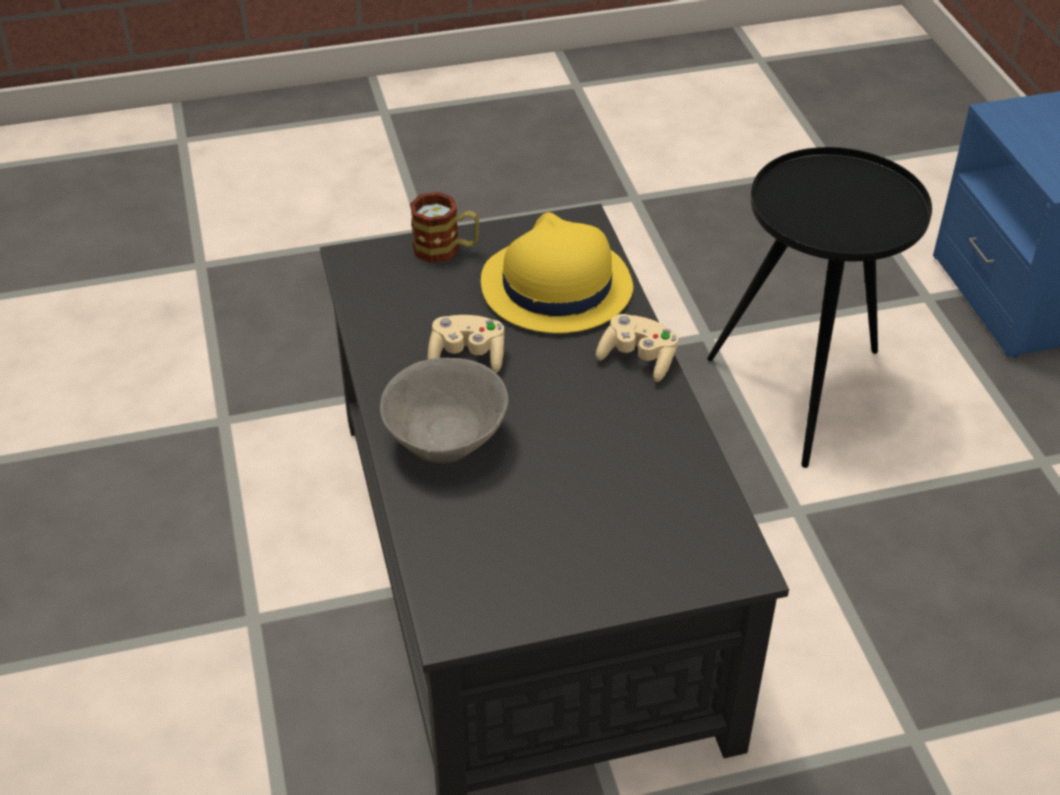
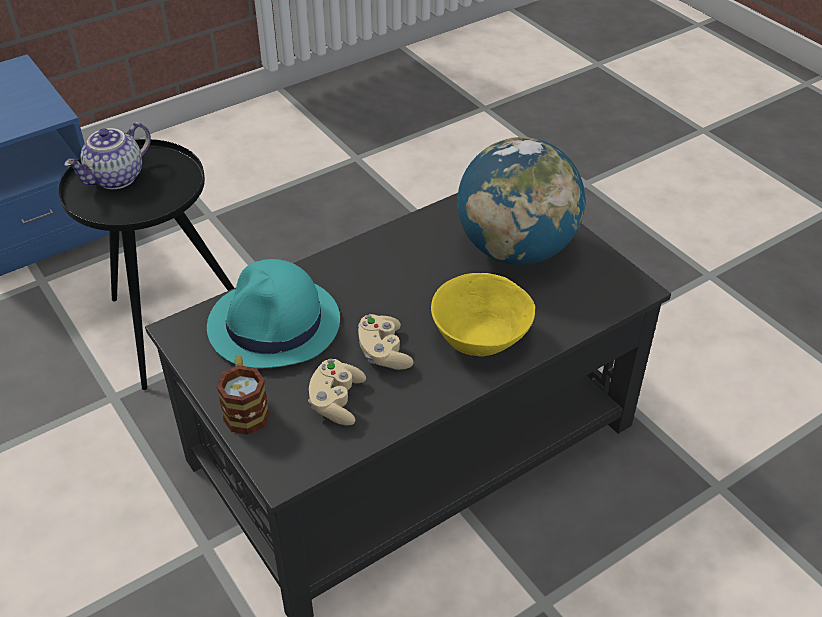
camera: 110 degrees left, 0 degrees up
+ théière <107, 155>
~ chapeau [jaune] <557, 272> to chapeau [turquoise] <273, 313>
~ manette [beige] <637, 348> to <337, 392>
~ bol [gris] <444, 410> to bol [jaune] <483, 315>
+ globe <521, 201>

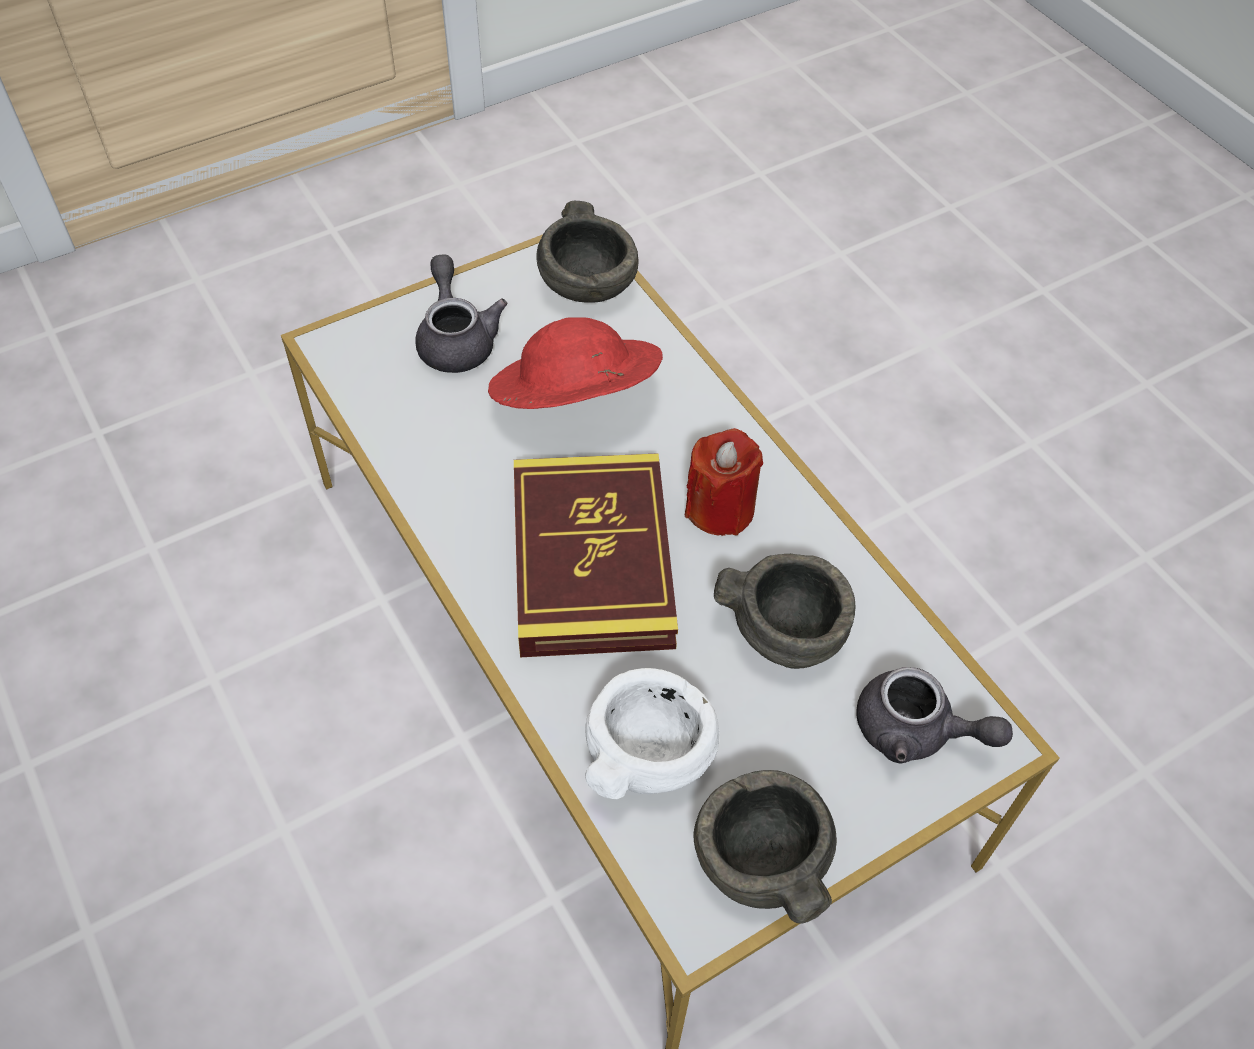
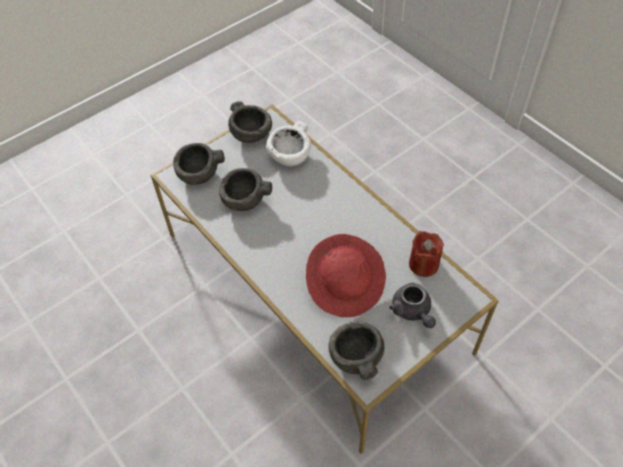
camera: 175 degrees right, 0 degrees up
~ théière [gris] <935, 715> to bol [gris] <199, 164>
~ bougie [rouge] <724, 482> to <426, 254>
- livre <596, 555>

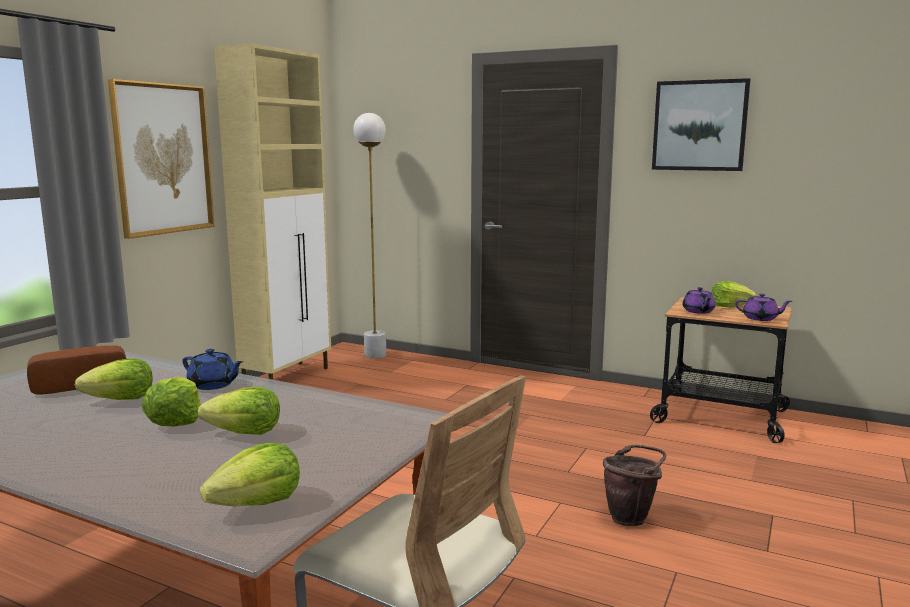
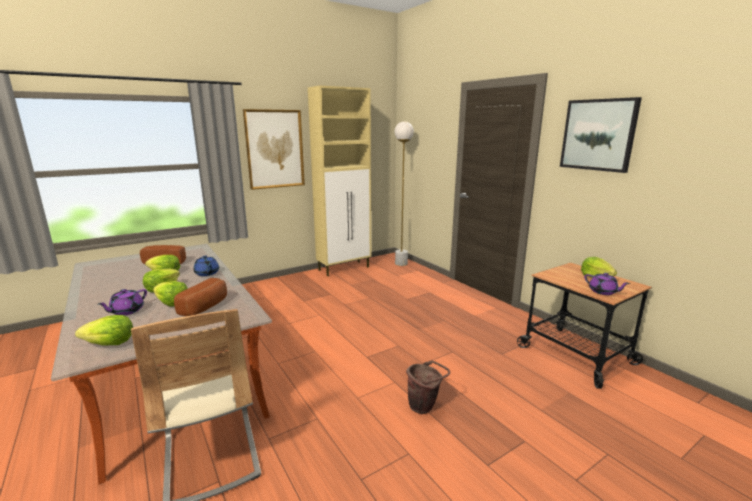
camera: 30 degrees right, 5 degrees up
~ théière [violet] <699, 300> to <122, 302>
+ pain <200, 297>

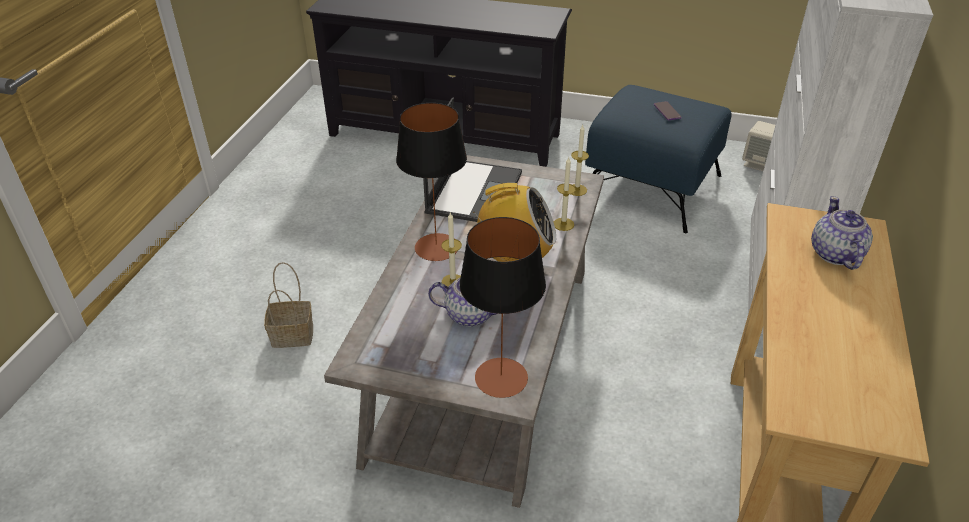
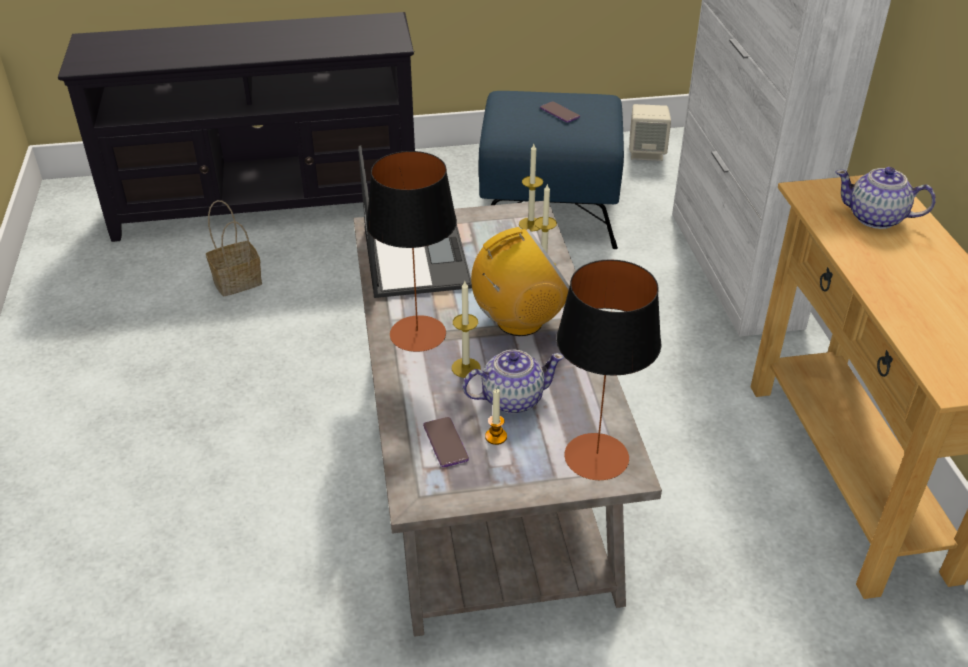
camera: 25 degrees left, 0 degrees up
~ panier <288, 305> to <234, 248>
+ téléphone <446, 442>
+ bougie <496, 417>
~ théière <842, 233> = <885, 198> 45 degrees counterclockwise

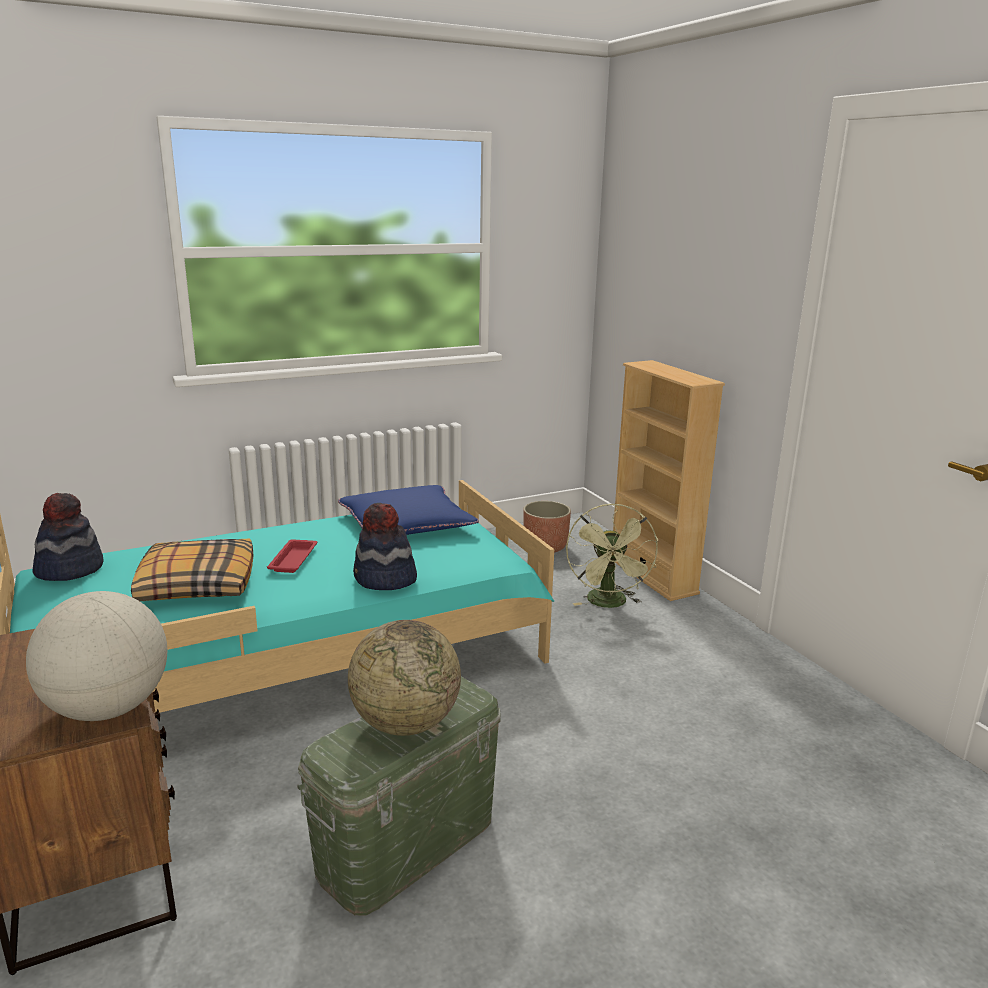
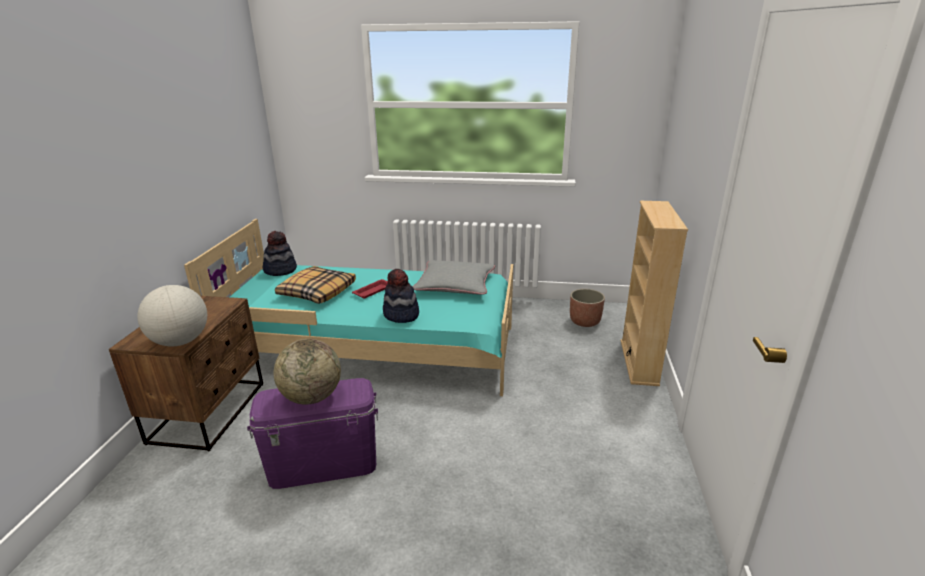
camera: 35 degrees right, 5 degrees up
~ boîte de rangement [vert] <399, 796> to boîte de rangement [violet] <312, 433>
~ coussin [bleu] <408, 510> to coussin [gris] <453, 277>
- ventilateur [vert] <612, 555>

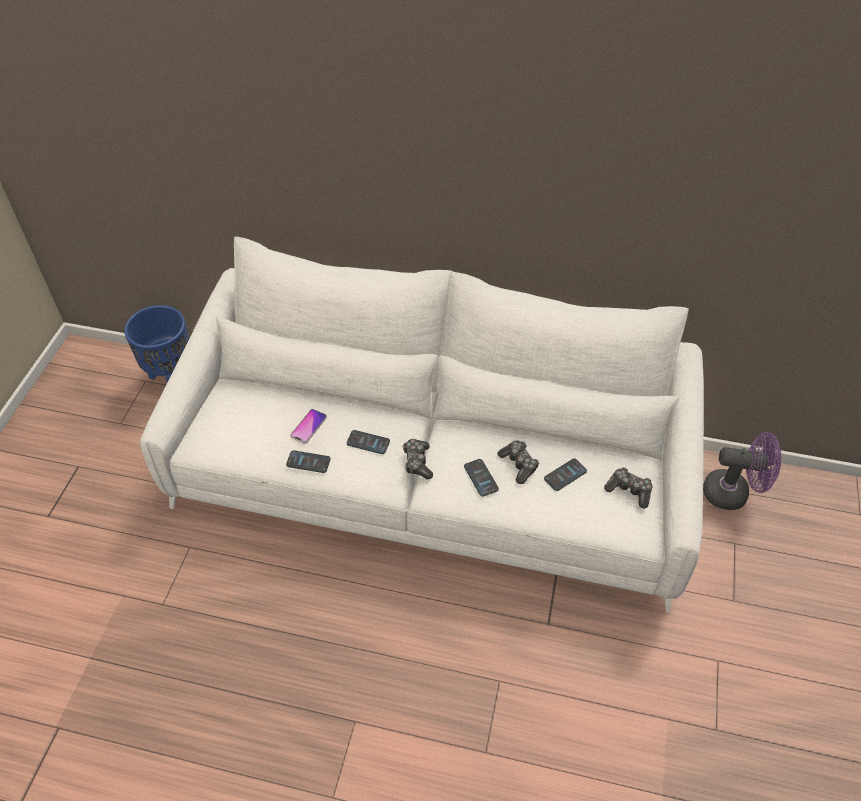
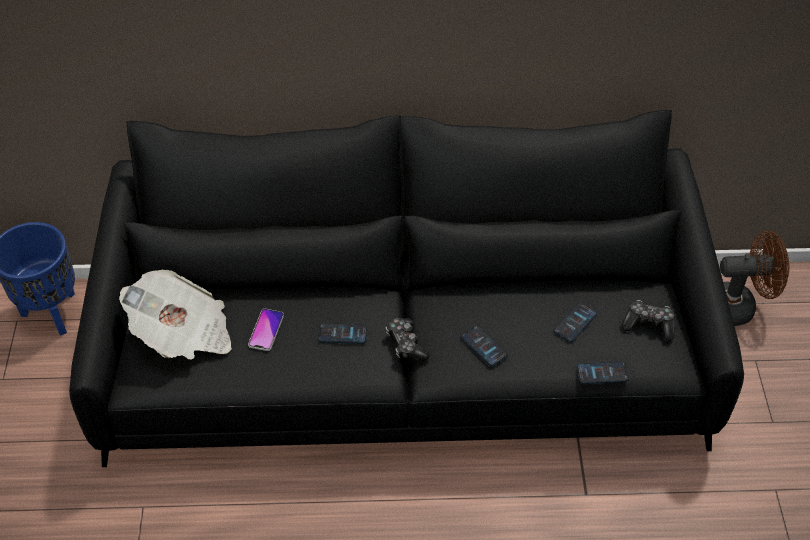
camera: 15 degrees left, 0 degrees up
~ canapé [blanc] <422, 424> to canapé [noir] <406, 288>
+ journal <175, 315>
~ téléphone <308, 461> to <603, 372>
~ ventilateur [violet] <742, 471> to ventilateur [marron] <754, 278>
- manette <518, 462>

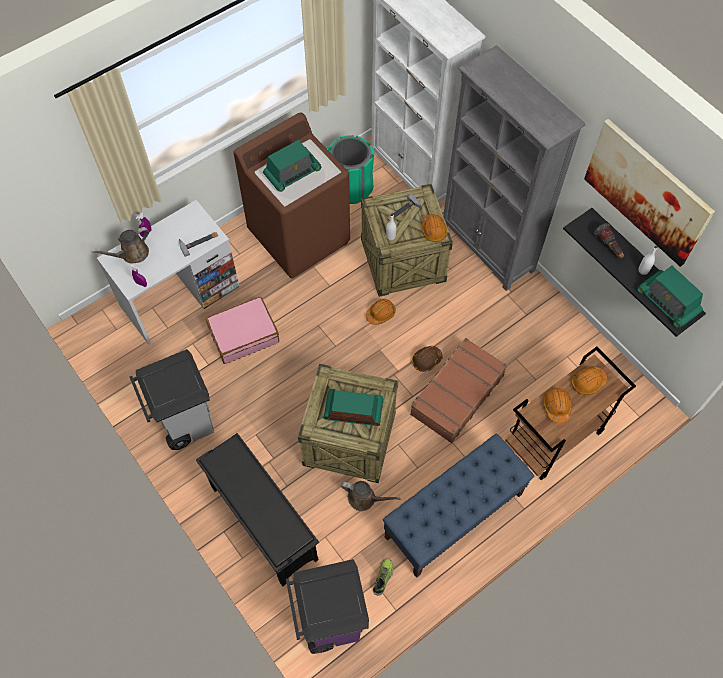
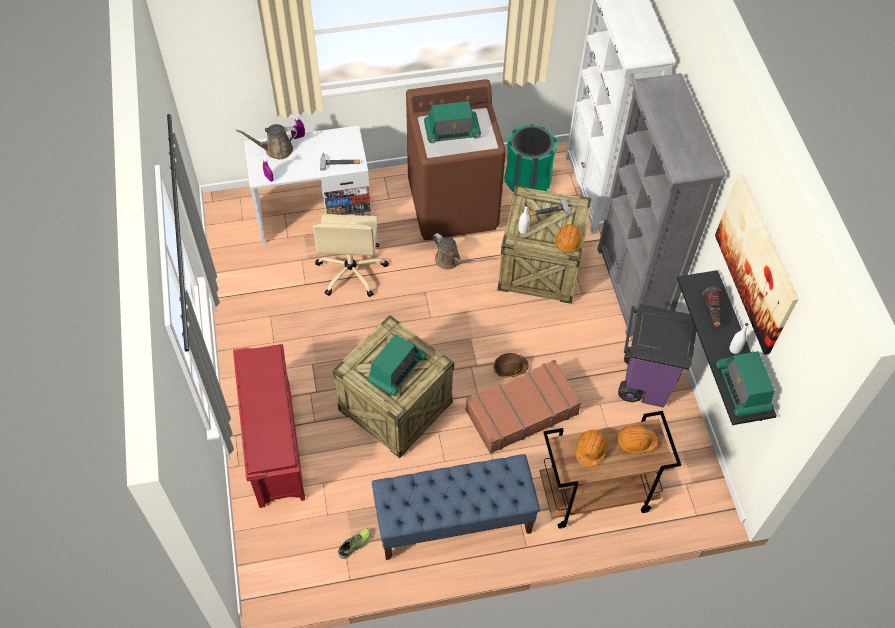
camera: 25 degrees right, 5 degrees down
~ étagère à chaussures [noir] <257, 510> to étagère à chaussures [rouge] <269, 426>
~ valise [rose] <242, 330> to chaise de bureau [beige] <351, 255>
~ radio <353, 407> = <396, 365> 90 degrees clockwise
~ arrosoir [marron] <371, 496> to <454, 251>
~ poubelle [violet] <327, 606> to <657, 356>
- poubelle [gris] <172, 399>
- casque de chantier [orange] <381, 312>

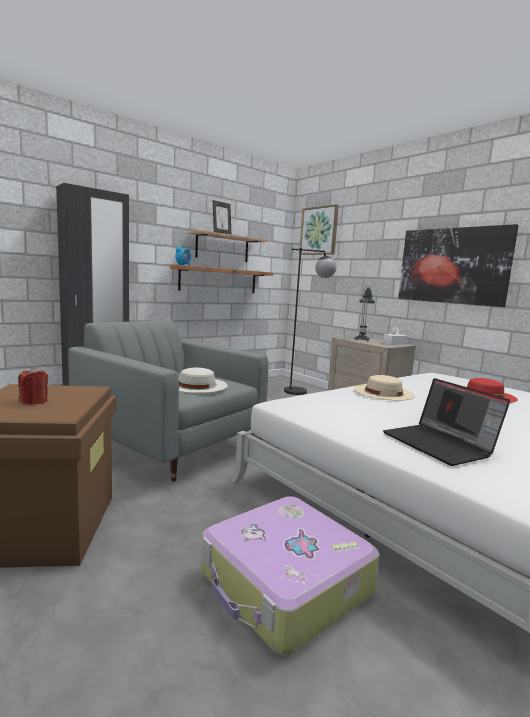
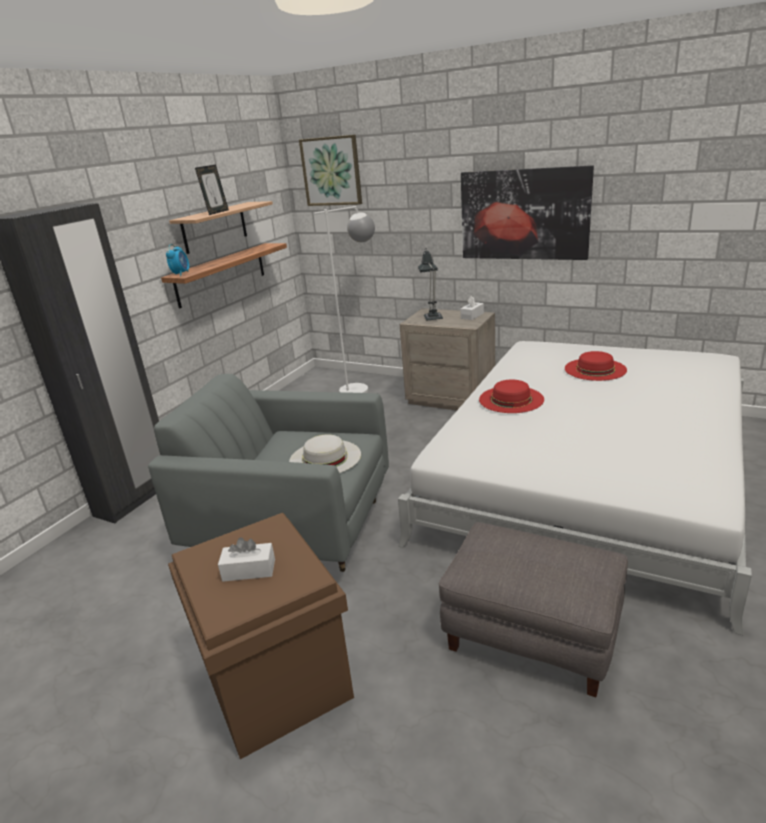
camera: 20 degrees left, 15 degrees up
~ bougie [rouge] <33, 386> to boîte à mouchoirs [blanc] <246, 559>
~ lampadaire [noir] <310, 321> to lampadaire [blanc] <344, 299>
~ valise <290, 576> to pouf [gris] <533, 609>
~ chapeau [beige] <384, 388> to chapeau [rouge] <511, 396>
- ordinateur portable <446, 422>

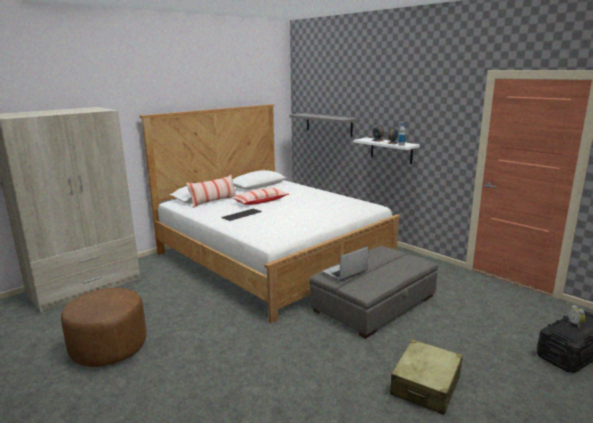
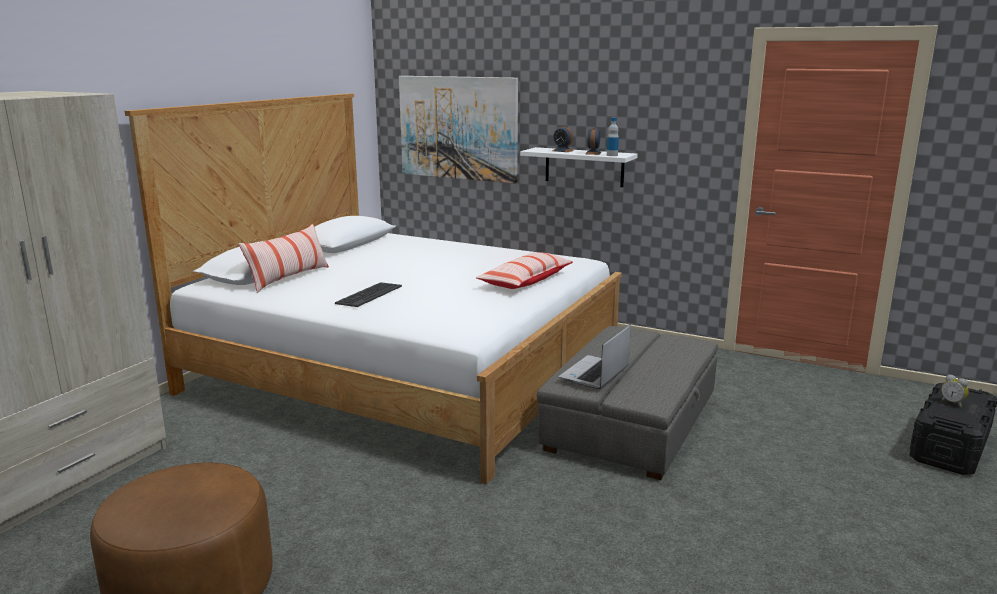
camera: 20 degrees left, 0 degrees up
~ étagère [gris] <323, 125> to tableau <458, 129>
~ coussin <260, 196> to <524, 270>
- valise [beige] <426, 377>

